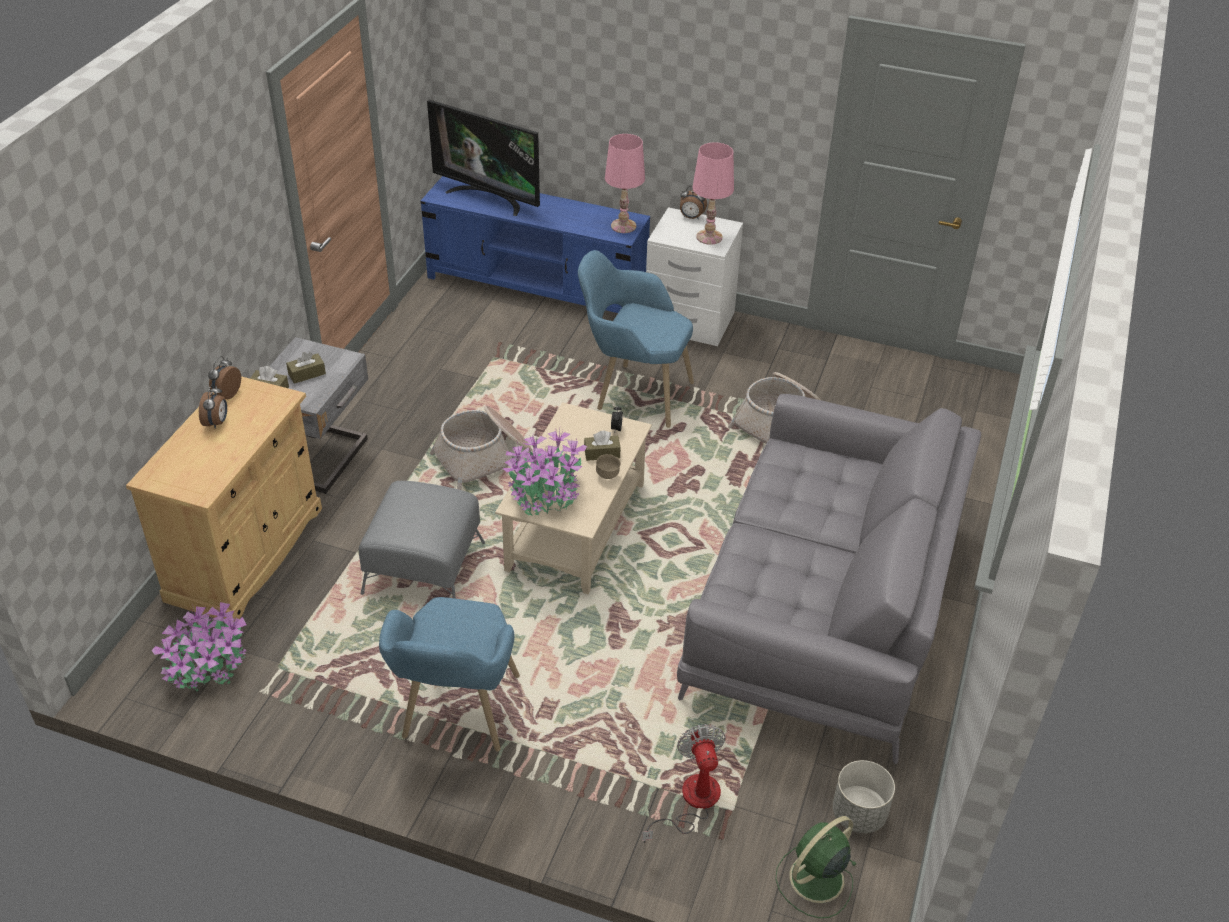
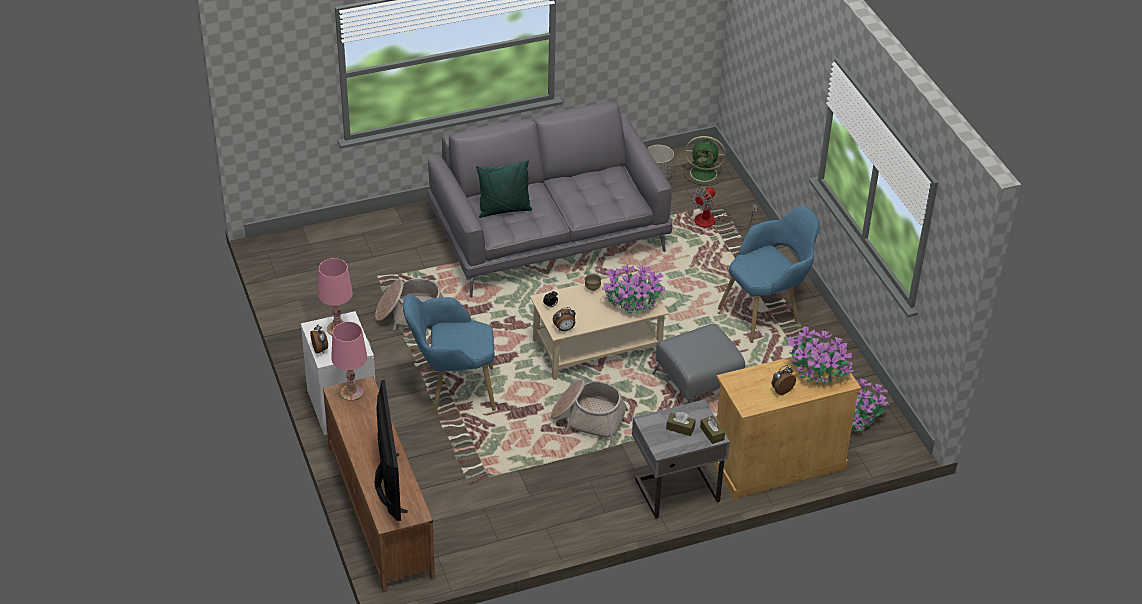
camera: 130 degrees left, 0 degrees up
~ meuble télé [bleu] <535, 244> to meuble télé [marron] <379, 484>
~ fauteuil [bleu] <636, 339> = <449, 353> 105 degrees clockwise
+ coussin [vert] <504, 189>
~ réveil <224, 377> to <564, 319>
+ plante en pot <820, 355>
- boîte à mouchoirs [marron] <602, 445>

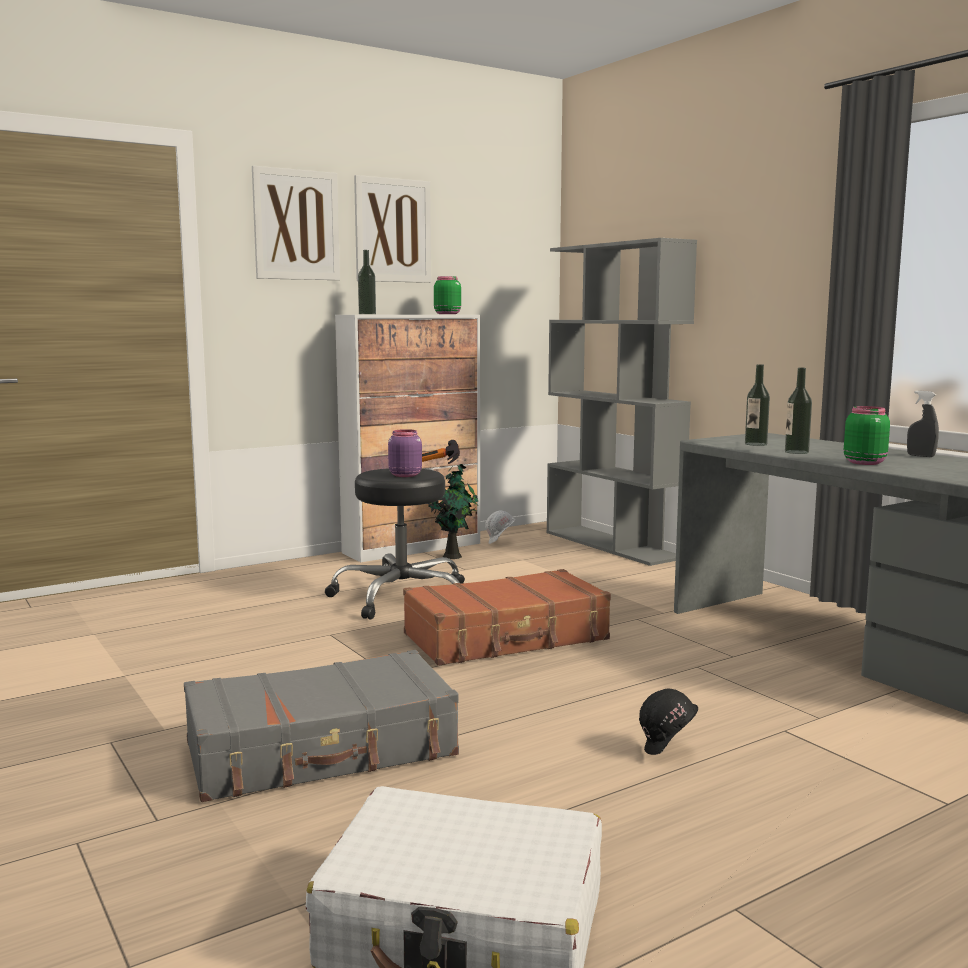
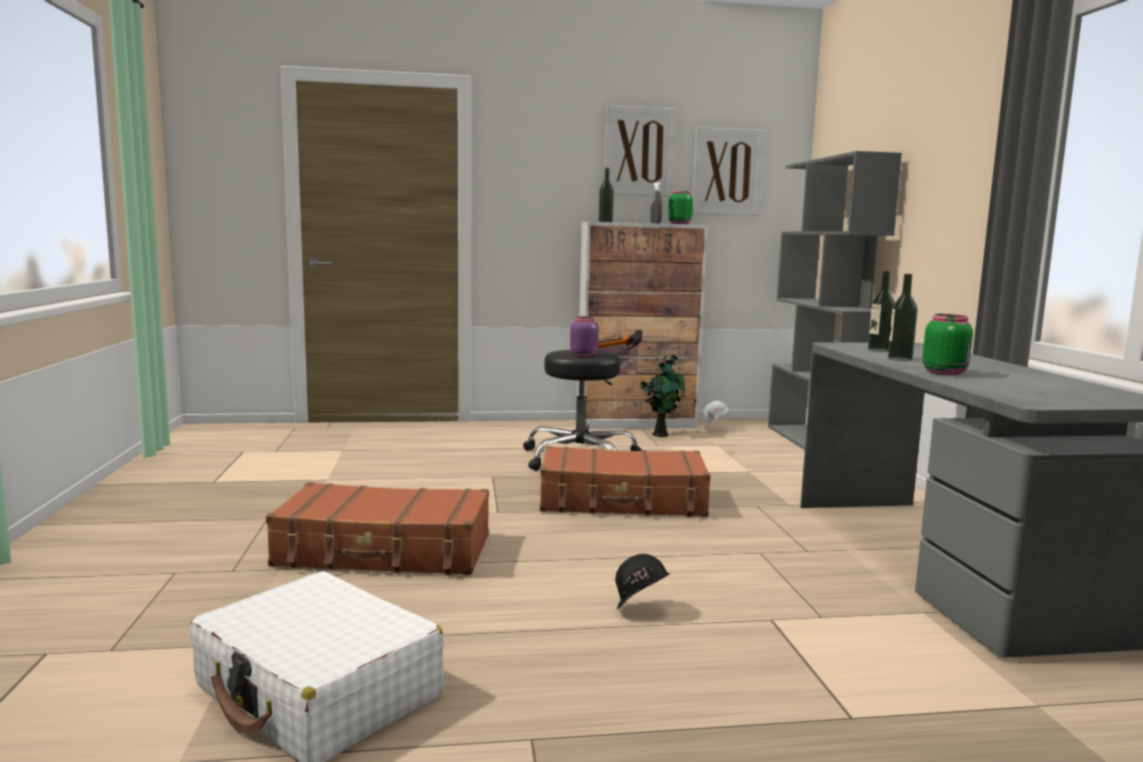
camera: 25 degrees right, 0 degrees up
~ valise [gris] <321, 726> to valise [marron] <377, 528>
~ vaporisateur [gris] <923, 423> to <656, 202>
~ tableau <296, 223> to <728, 171>

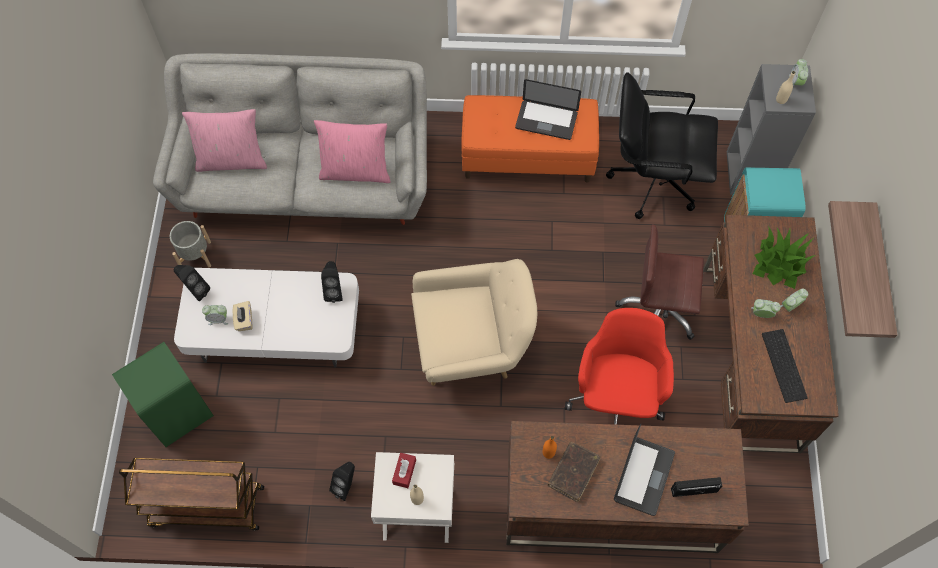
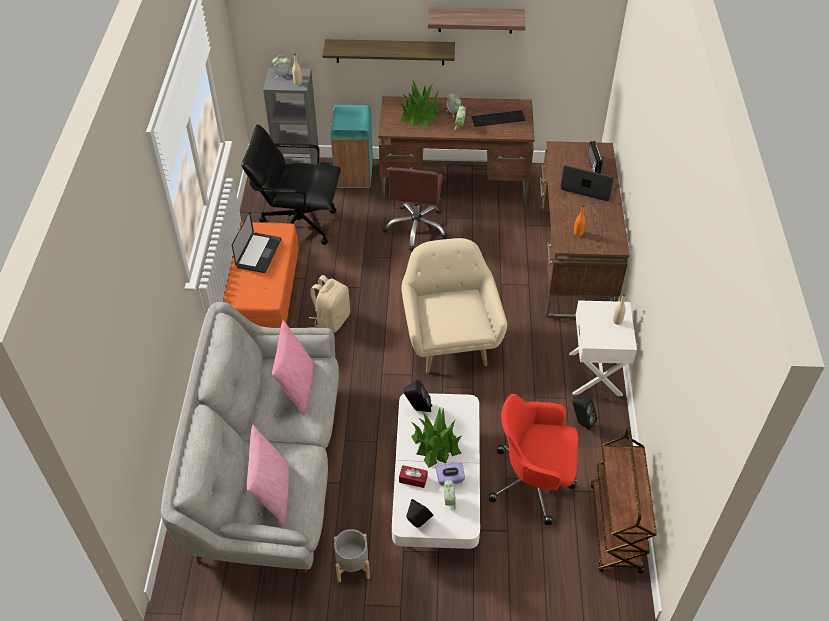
camera: 90 degrees left, 15 degrees down
~ chaise de bureau [noir] <662, 145> = <291, 184> 90 degrees clockwise
+ sac à dos [beige] <329, 304>
+ étagère <388, 52>
~ boîte à mouchoirs [rouge] <404, 470> to <413, 476>
+ plante en pot <436, 438>
~ boîte à mouchoirs [beige] <242, 316> to boîte à mouchoirs [violet] <450, 474>
~ chaise de bureau [rouge] <619, 366> to <533, 459>
- poubelle [vert] <163, 394>
- livre [marron] <574, 472>

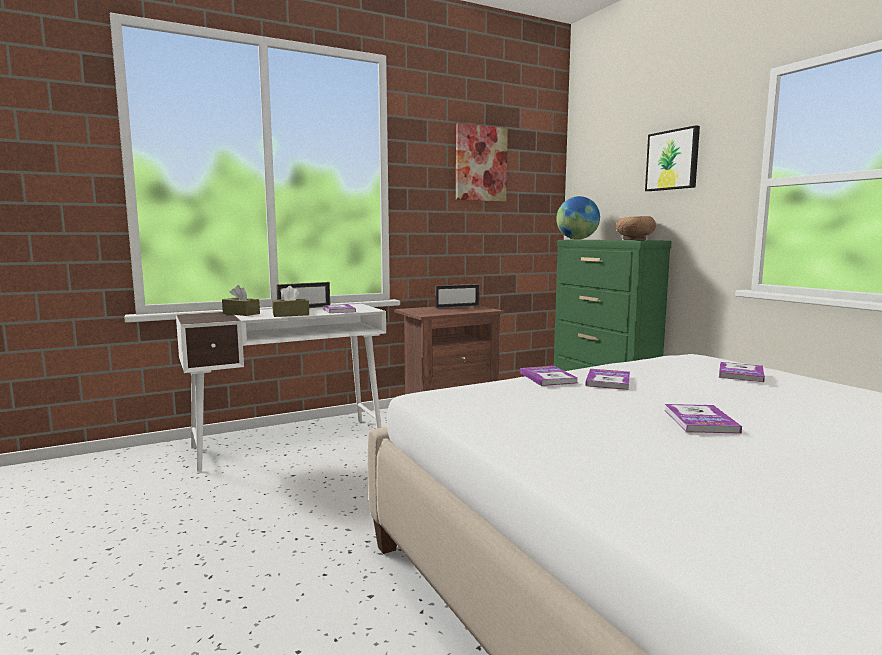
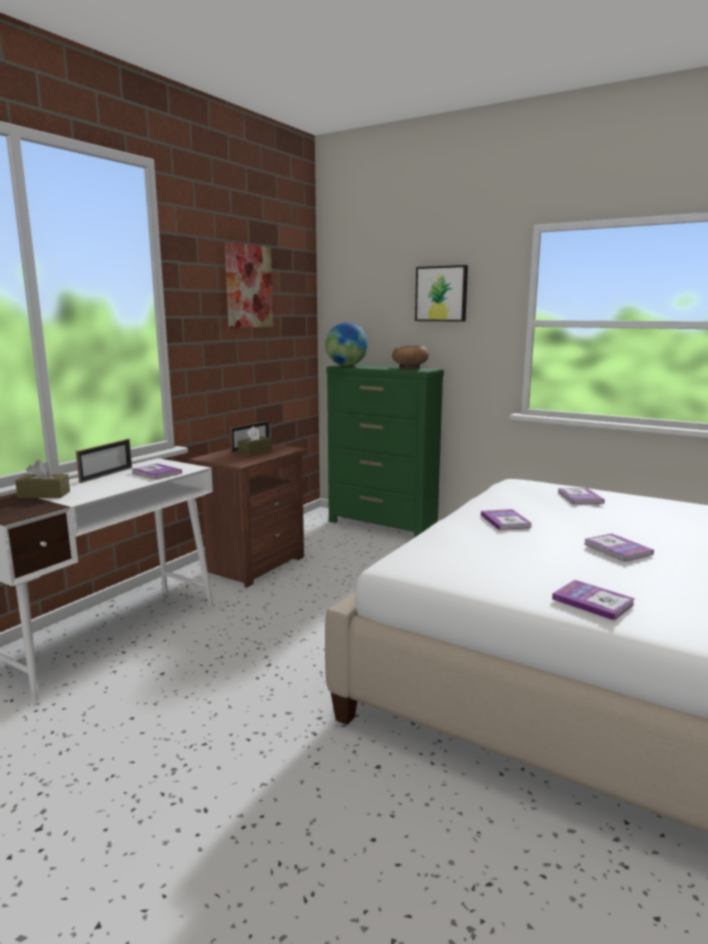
camera: 30 degrees left, 5 degrees up
~ boîte à mouchoirs [marron] <290, 301> to <255, 441>
~ livre <549, 376> to <594, 600>

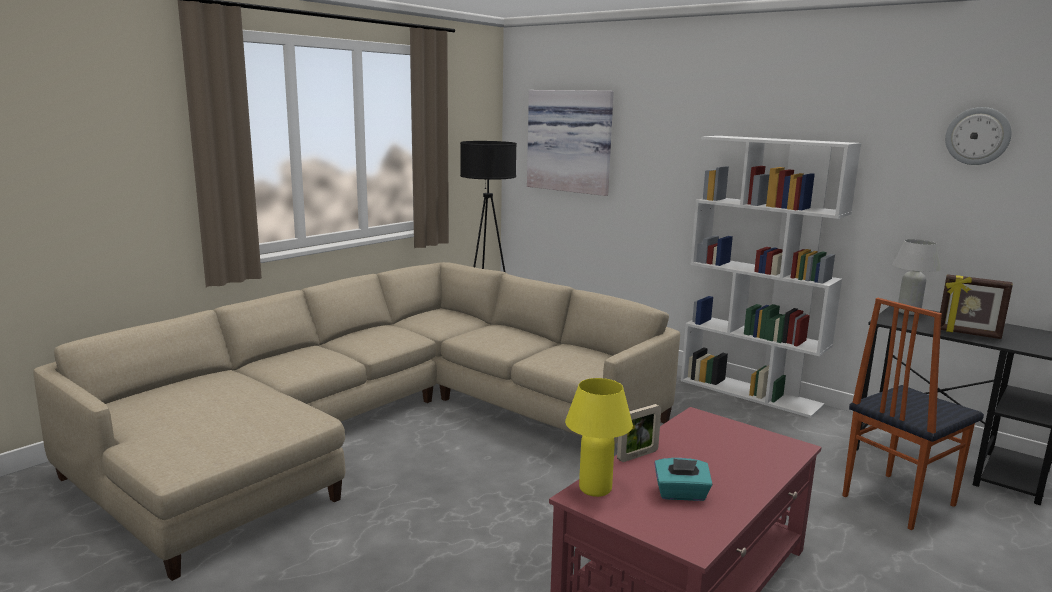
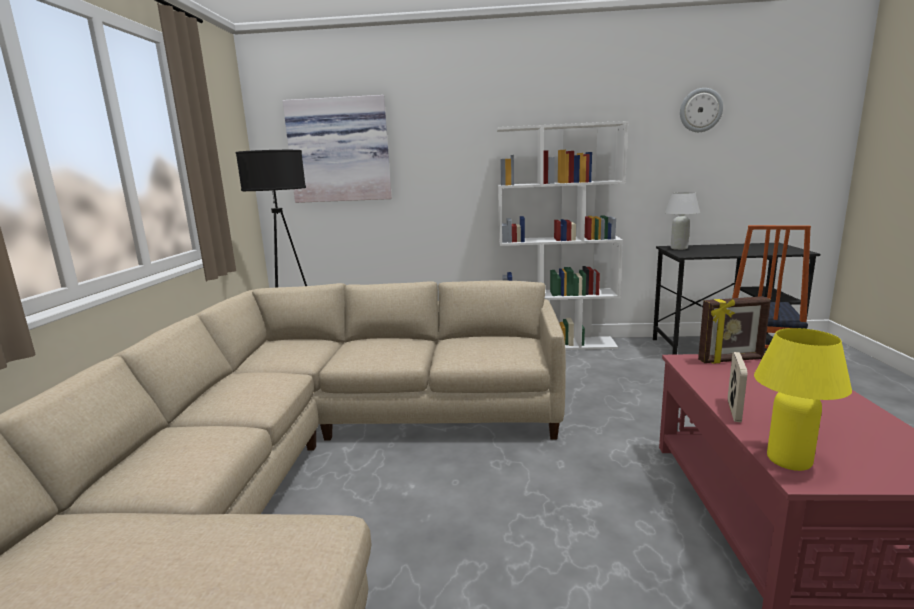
camera: 35 degrees left, 0 degrees up
~ cadre photo <976, 306> to <734, 330>
- boîte à mouchoirs [turquoise] <683, 479>

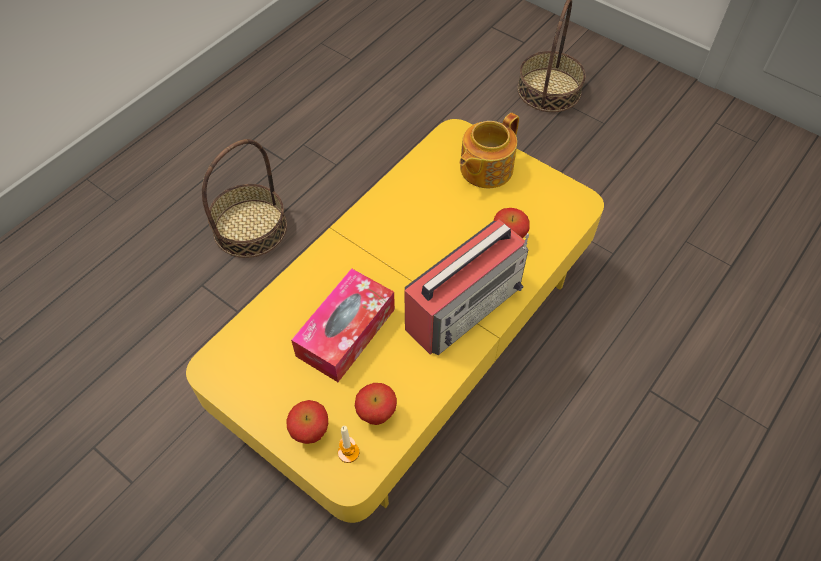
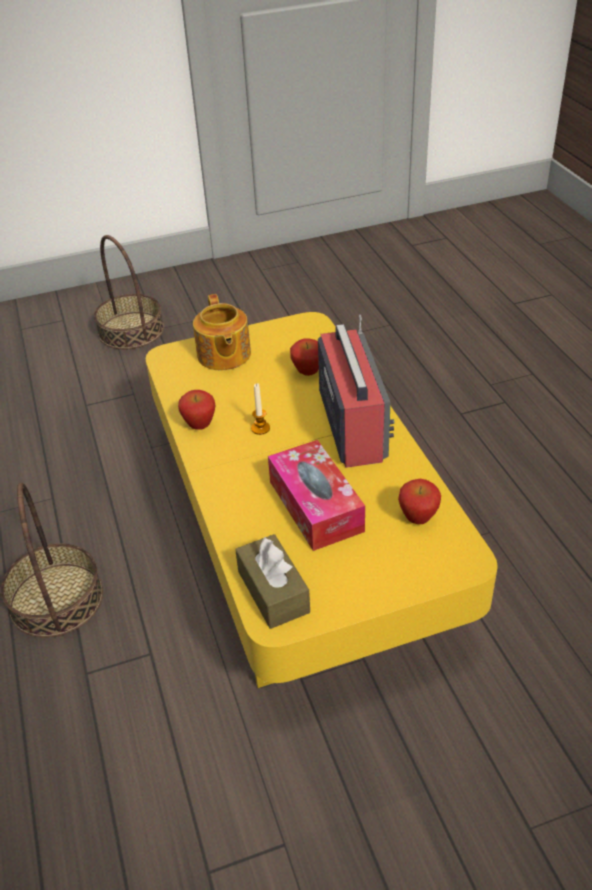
camera: 55 degrees left, 15 degrees down
~ pomme <307, 422> to <197, 410>
+ boîte à mouchoirs [marron] <272, 581>
~ bougie <348, 444> to <260, 409>

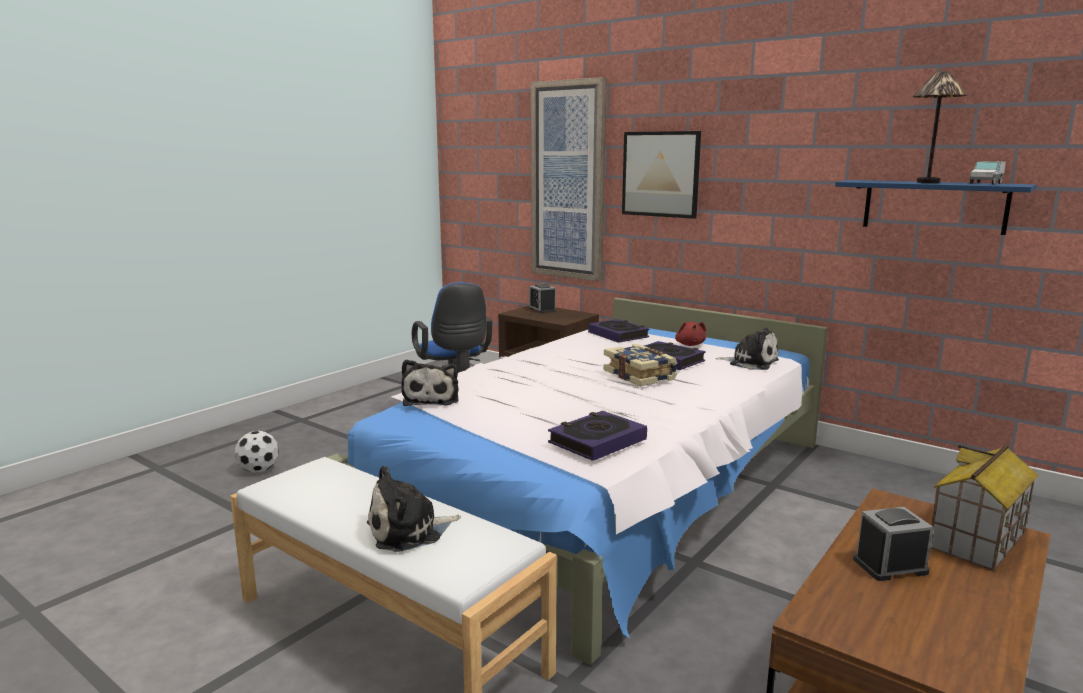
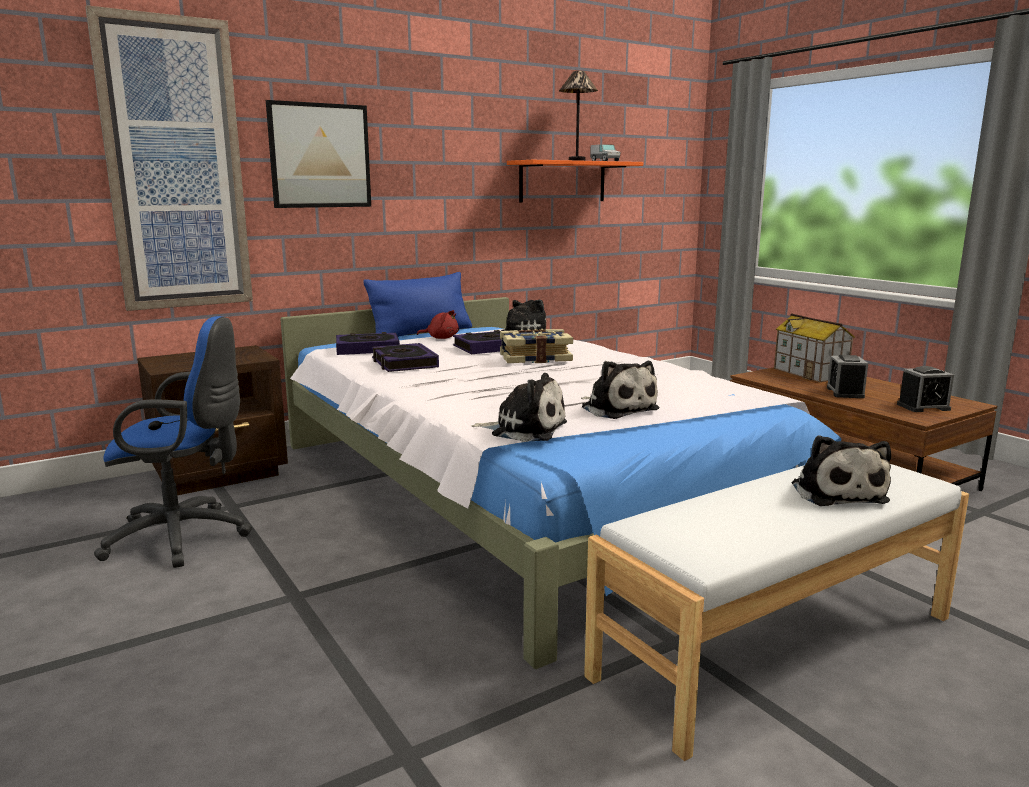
camera: 70 degrees left, 0 degrees up
+ coussin [bleu] <417, 304>
~ livre <597, 436> to <405, 357>
~ étagère [bleu] <936, 207> to étagère [orange] <575, 181>
+ peluche <620, 390>
~ réveil <542, 298> to <925, 389>
- ballon de foot <257, 452>

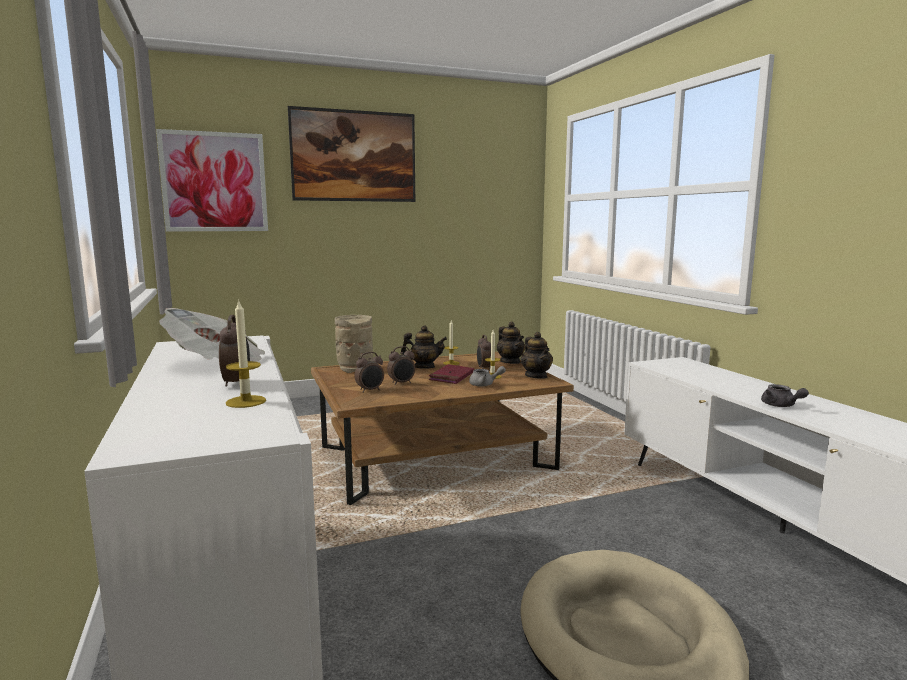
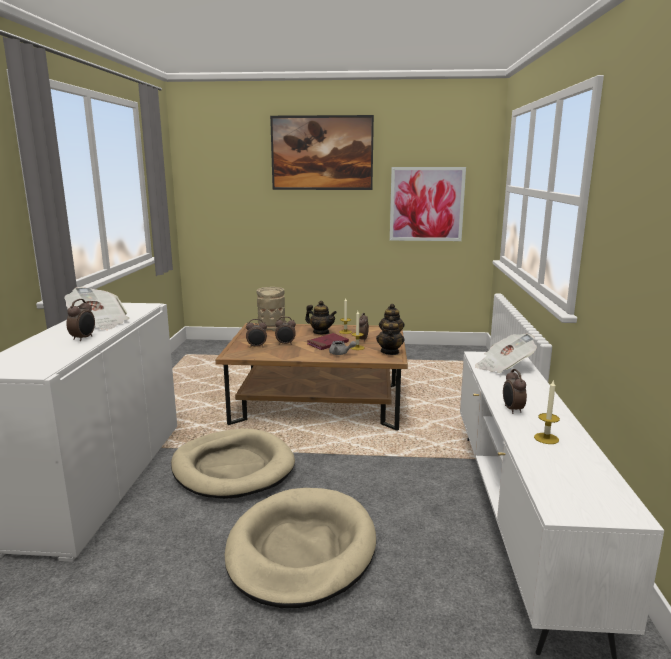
camera: 25 degrees right, 5 degrees up
+ panier pour chien [beige] <233, 463>
~ tableau <212, 180> to <428, 204>
+ journal <506, 353>
~ théière [gris] <785, 395> to réveil <515, 391>
~ bougie <246, 353> to <547, 411>

